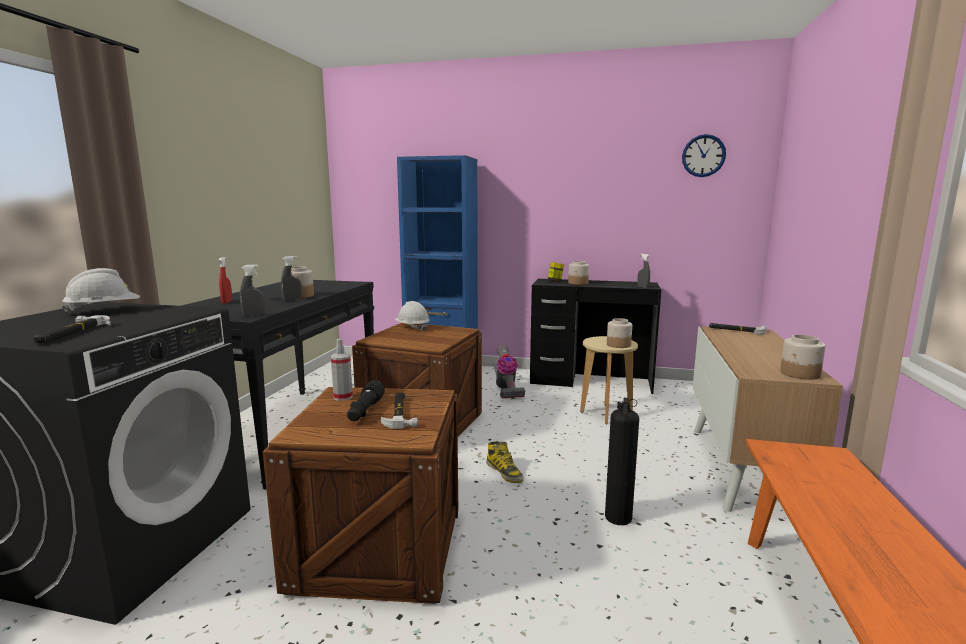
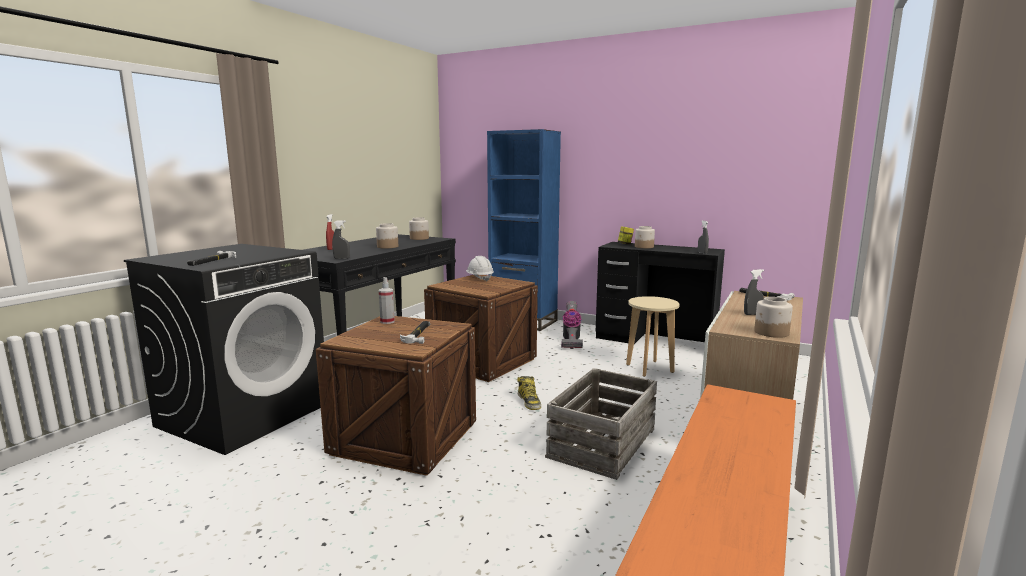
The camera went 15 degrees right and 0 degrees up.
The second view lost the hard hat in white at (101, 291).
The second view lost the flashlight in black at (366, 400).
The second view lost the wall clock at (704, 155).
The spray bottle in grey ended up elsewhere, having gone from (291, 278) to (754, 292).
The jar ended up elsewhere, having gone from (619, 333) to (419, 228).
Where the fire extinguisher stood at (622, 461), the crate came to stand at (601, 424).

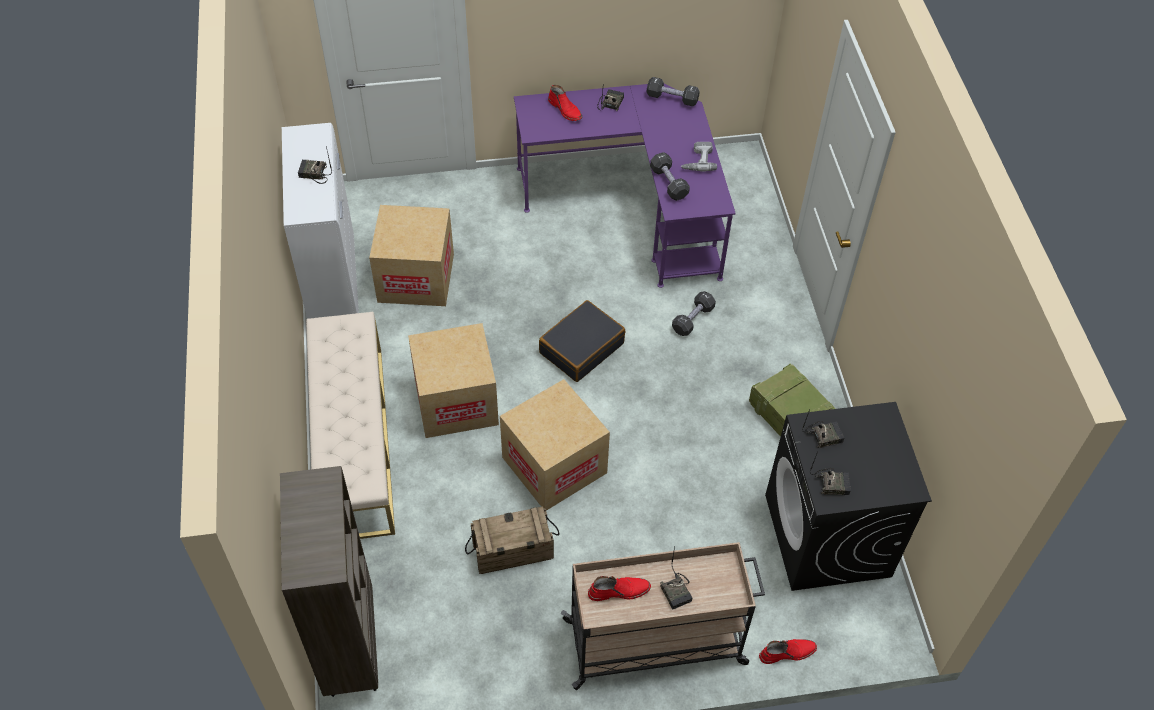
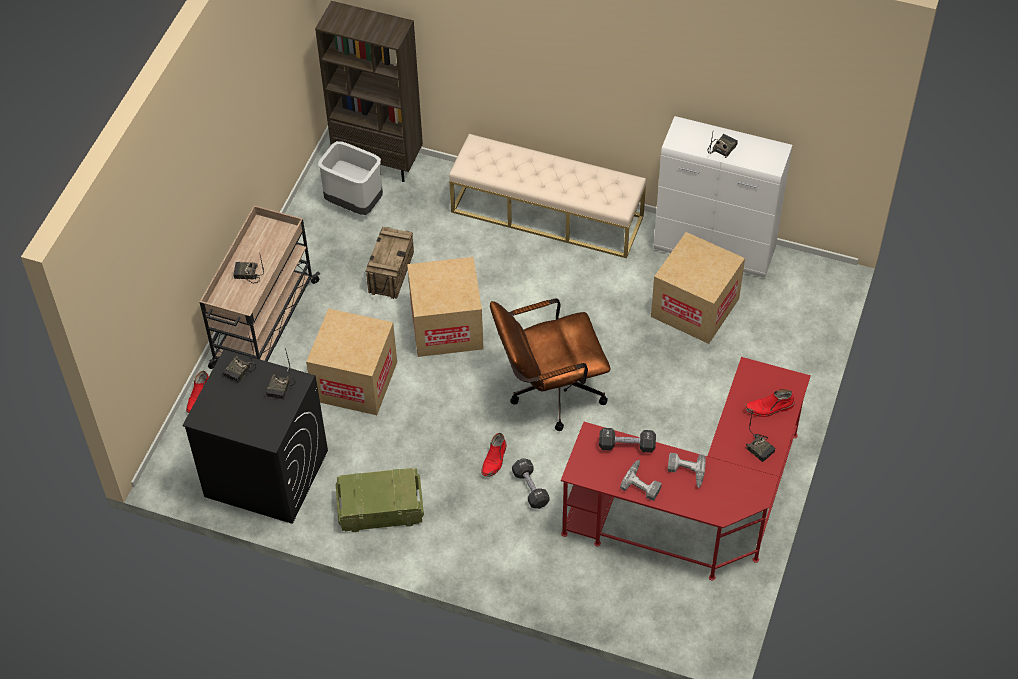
The camera went 120 degrees right and 0 degrees up.
The second view lost the dumbbell in black at (673, 91).
The second view gained the trash can in grey at (350, 178).
The second view gained the power drill at (687, 470).
The cardboard box ended up elsewhere, having gone from (453, 380) to (351, 361).
The boot in red ended up elsewhere, having gone from (619, 588) to (494, 455).
Where the suitcase in black stood at (582, 341), the office chair in brown came to stand at (550, 365).
What was the desk in purple at (625, 186) turned into the desk in red at (686, 469).

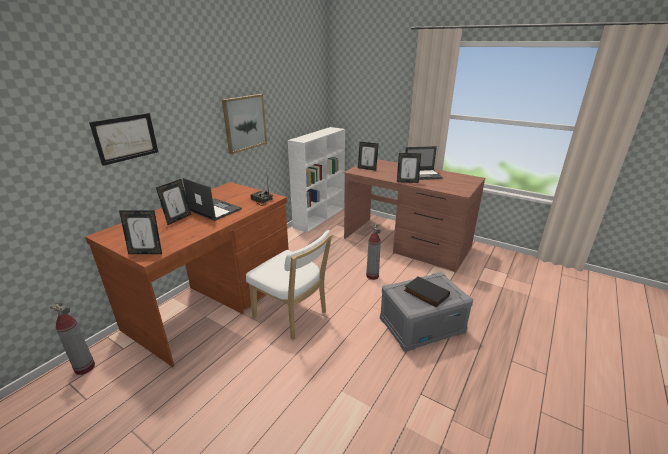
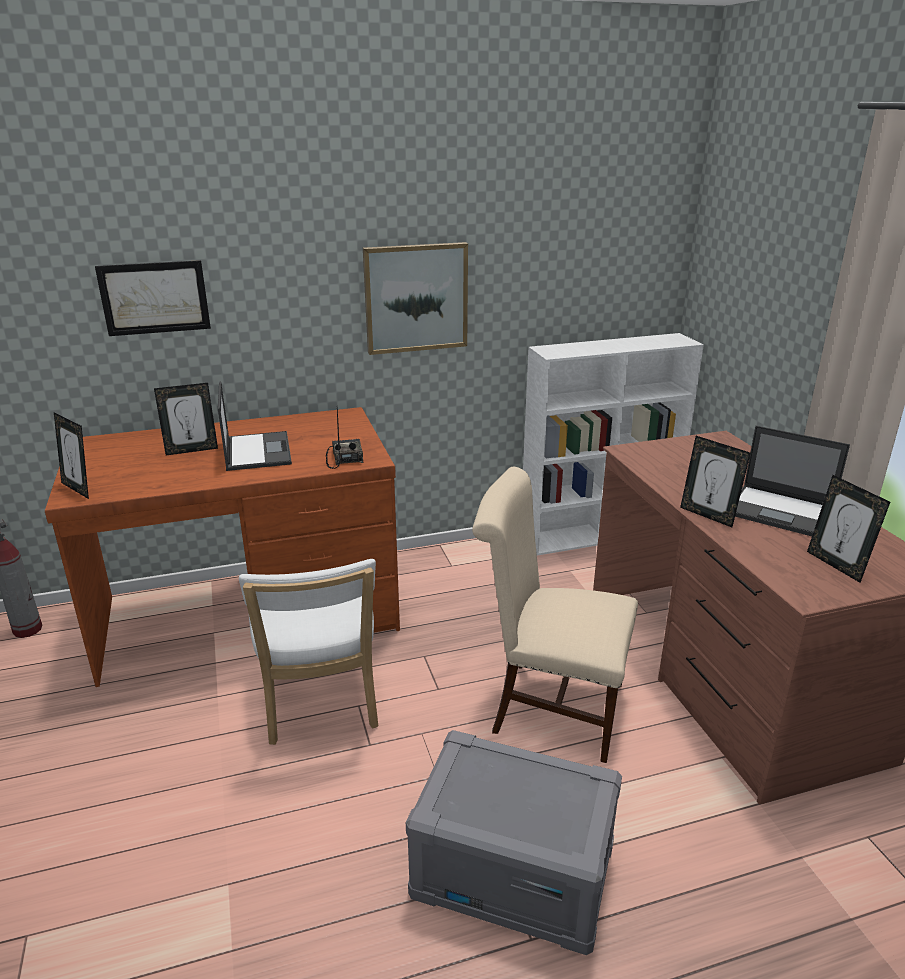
The camera went 40 degrees right and 0 degrees up.
The second view lost the book in black at (427, 291).
The picture frame ended up elsewhere, having gone from (368, 156) to (848, 529).
Where the fire extinguisher stood at (373, 251), the chair in beige came to stand at (555, 615).

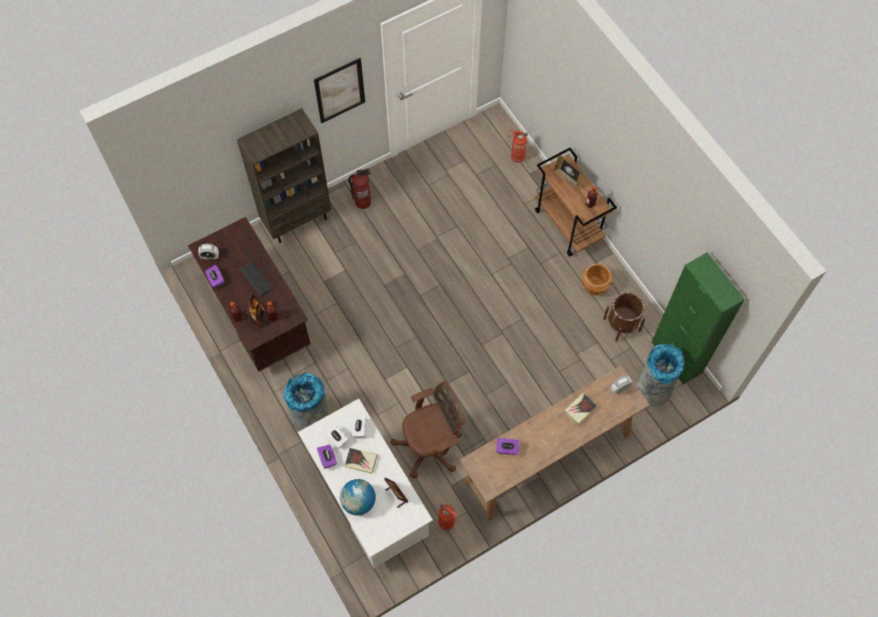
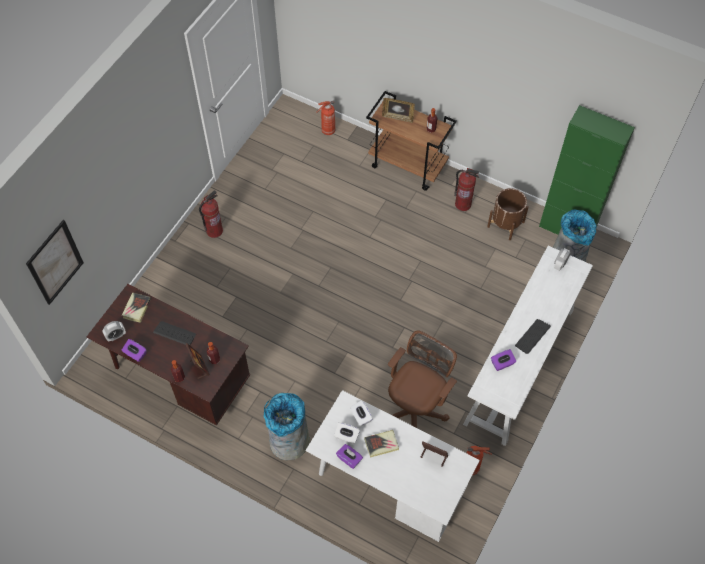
The camera went 30 degrees left and 5 degrees down.
The second view lost the bookcase in brown at (284, 175).
The second view lost the globe at (358, 497).
The second view gained the keyboard at (533, 336).
The picture ended up elsewhere, having gone from (339, 90) to (55, 262).
The book ended up elsewhere, having gone from (581, 409) to (136, 308).
Where the planter in brown stood at (597, 279), the fire extinguisher came to stand at (466, 189).
What was the console table in brown at (555, 443) turned into the console table in white at (528, 346).

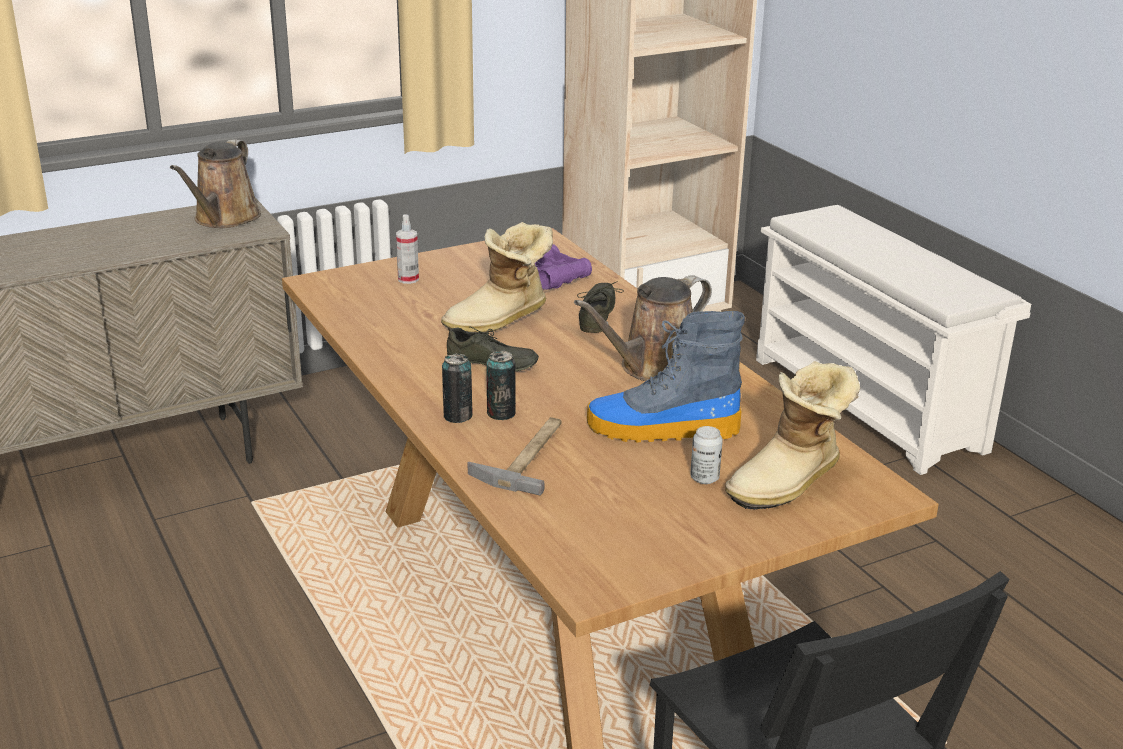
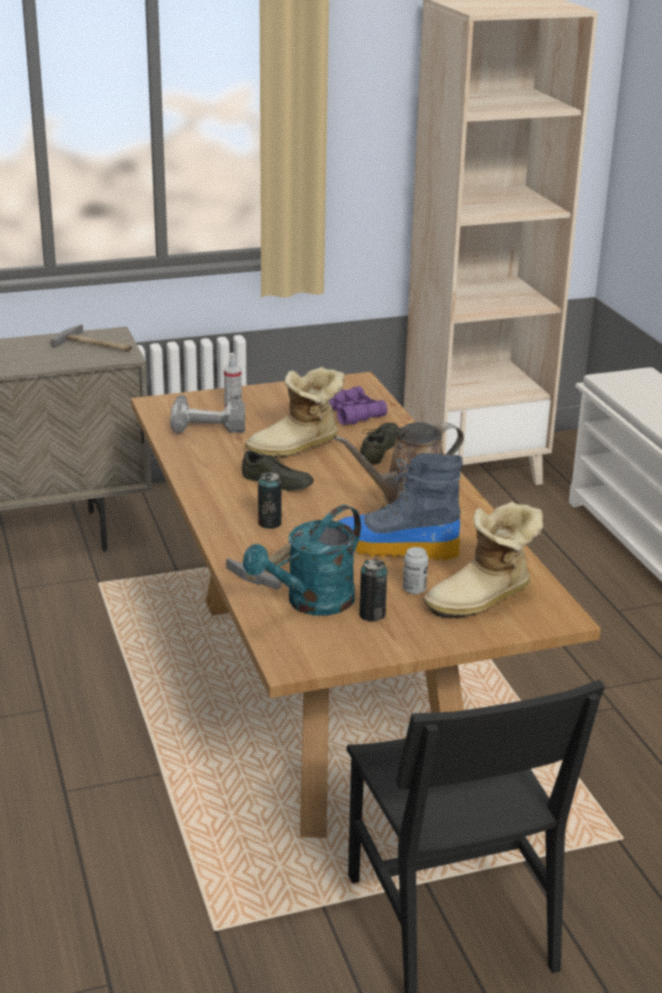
The camera went 10 degrees right and 0 degrees up.
The second view gained the power drill at (207, 414).
The second view gained the watering can in turquoise at (302, 560).
The can ended up elsewhere, having gone from (457, 388) to (373, 590).
Where the watering can in brown stood at (215, 183), the hammer came to stand at (91, 337).

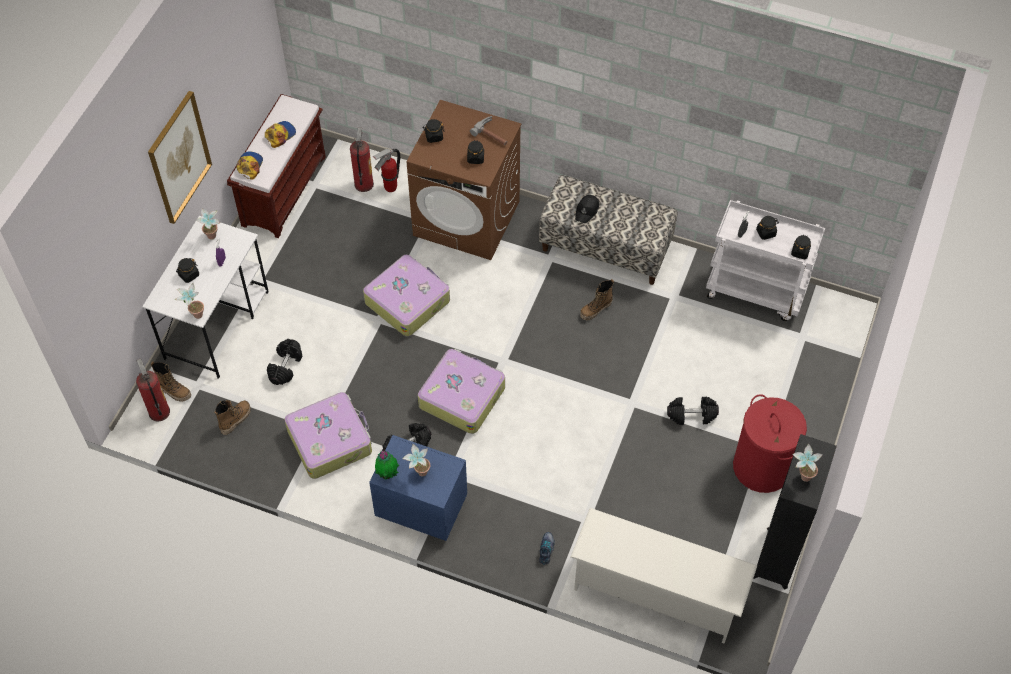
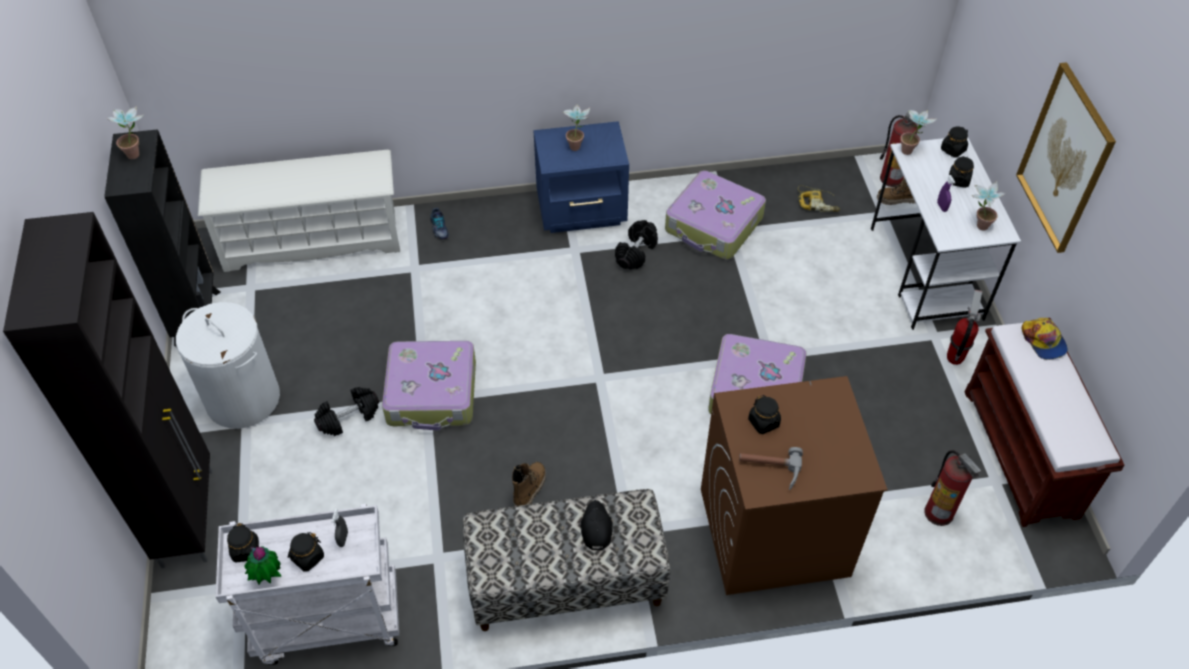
The camera went 150 degrees right and 5 degrees down.
The second view lost the cap at (280, 134).
The second view lost the dumbbell in black at (284, 362).
The second view gained the cabinet in black at (107, 390).
The fire extinguisher ended up elsewhere, having gone from (386, 170) to (964, 327).
The potted plant ended up elsewhere, having gone from (387, 465) to (263, 566).
The suitcase ended up elsewhere, having gone from (461, 391) to (429, 386).
The jar in black ended up elsewhere, having gone from (434, 131) to (954, 142).
Where the boot stood at (232, 417), the power drill came to stand at (819, 198).
What was the laundry basket in red at (770, 443) turned into the laundry basket in white at (228, 365).

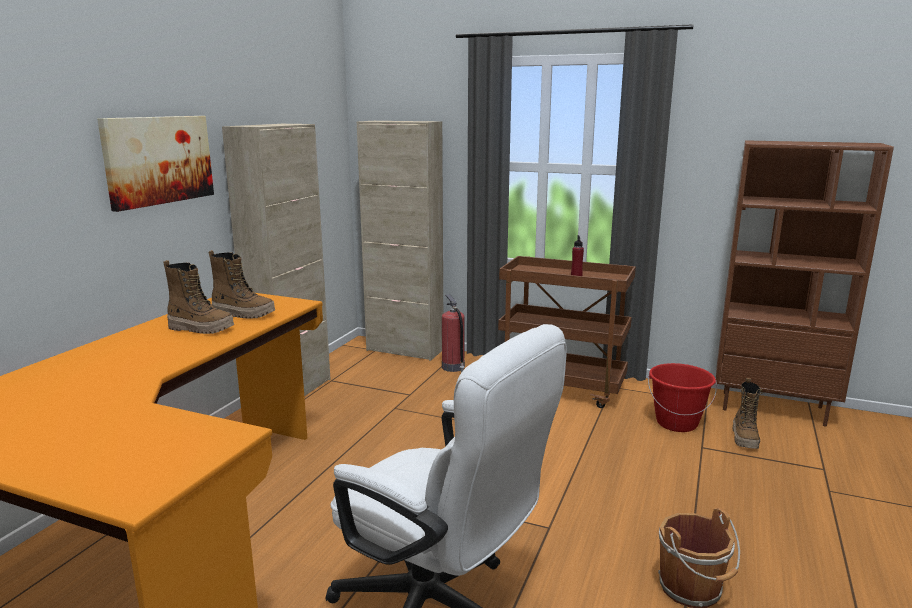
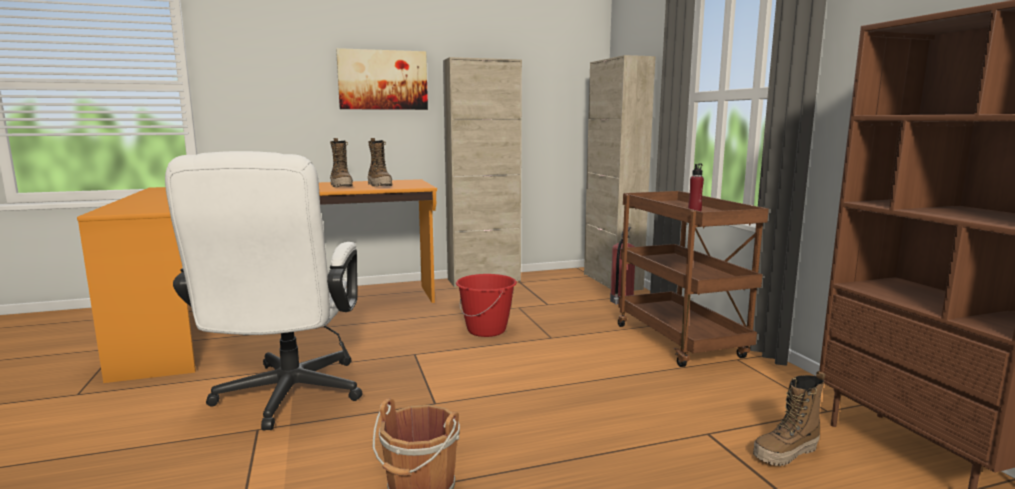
The camera went 50 degrees right and 5 degrees down.
The bucket in red ended up elsewhere, having gone from (682, 397) to (486, 305).

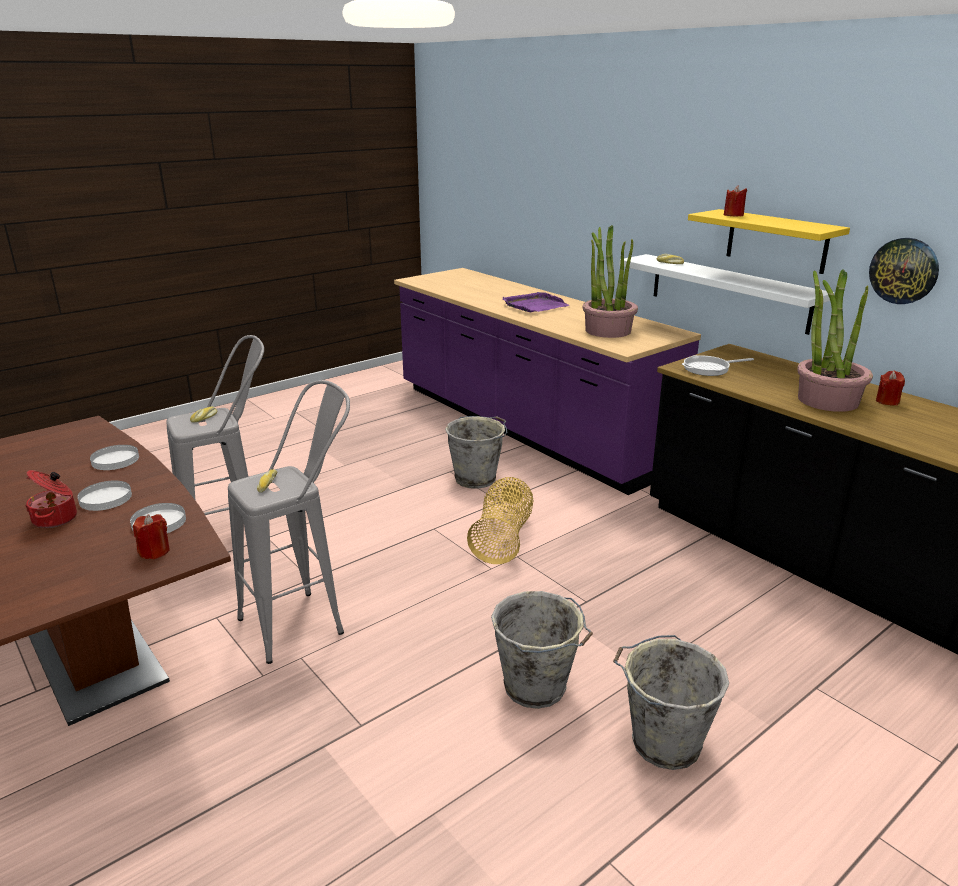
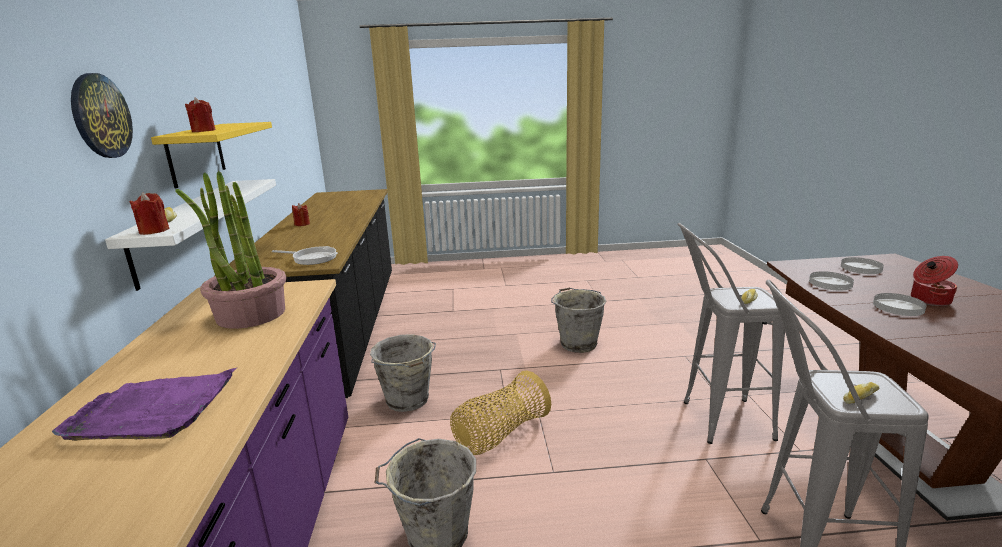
The camera went 145 degrees left and 5 degrees down.
The second view lost the potted plant at (835, 340).
The plate in white ended up elsewhere, having gone from (114, 457) to (862, 265).
The candle in red ended up elsewhere, having gone from (151, 536) to (149, 213).
The bucket in grey ended up elsewhere, having gone from (671, 702) to (403, 373).
The wall clock ended up elsewhere, having gone from (904, 271) to (102, 115).

